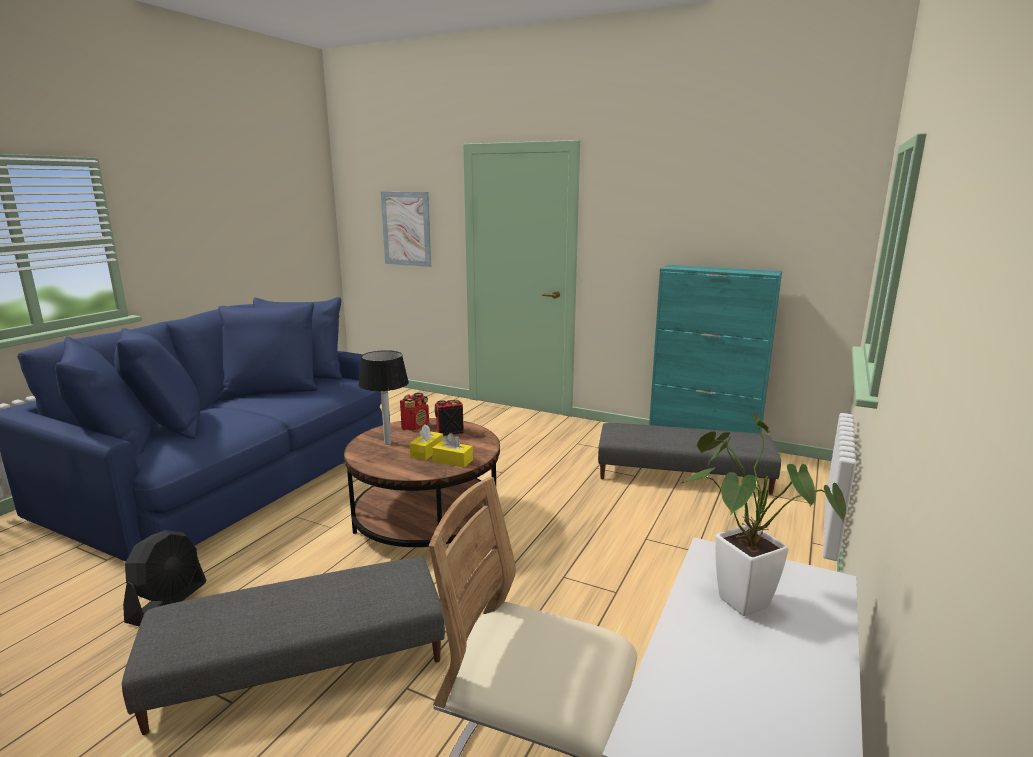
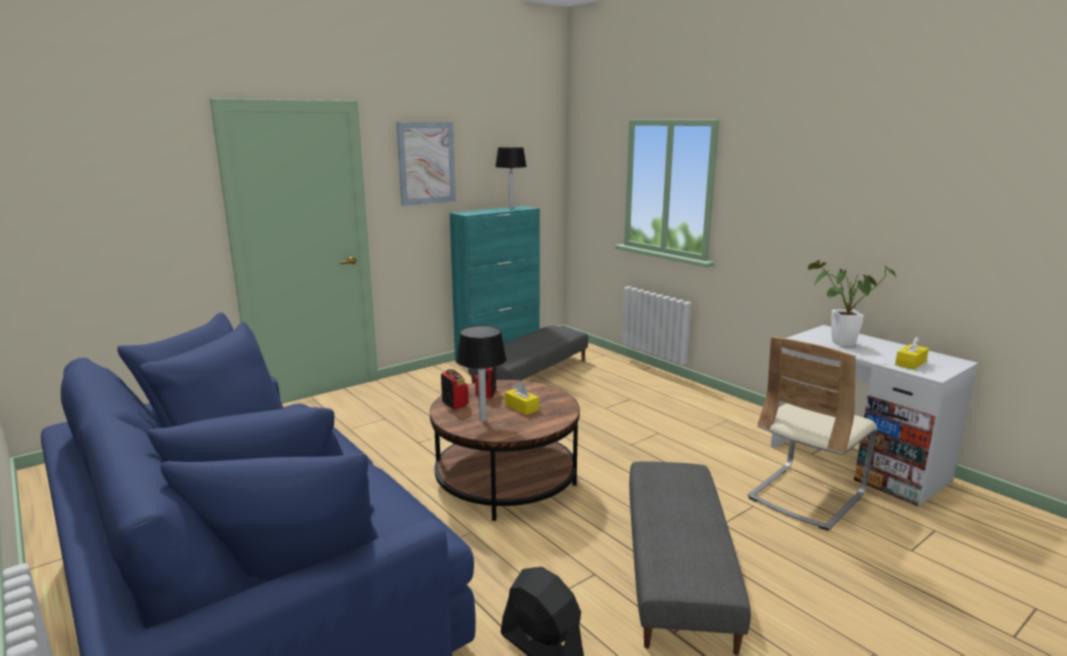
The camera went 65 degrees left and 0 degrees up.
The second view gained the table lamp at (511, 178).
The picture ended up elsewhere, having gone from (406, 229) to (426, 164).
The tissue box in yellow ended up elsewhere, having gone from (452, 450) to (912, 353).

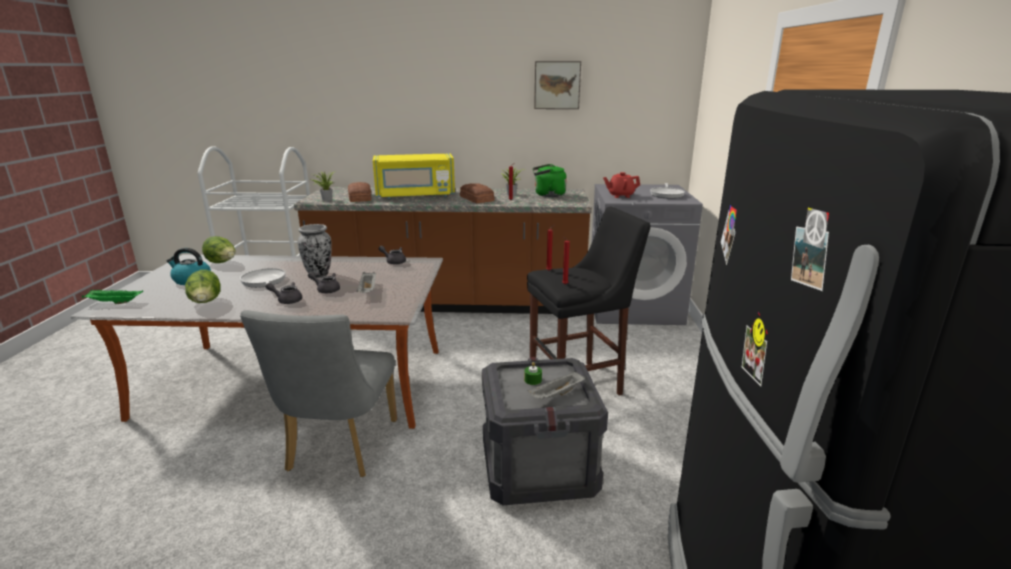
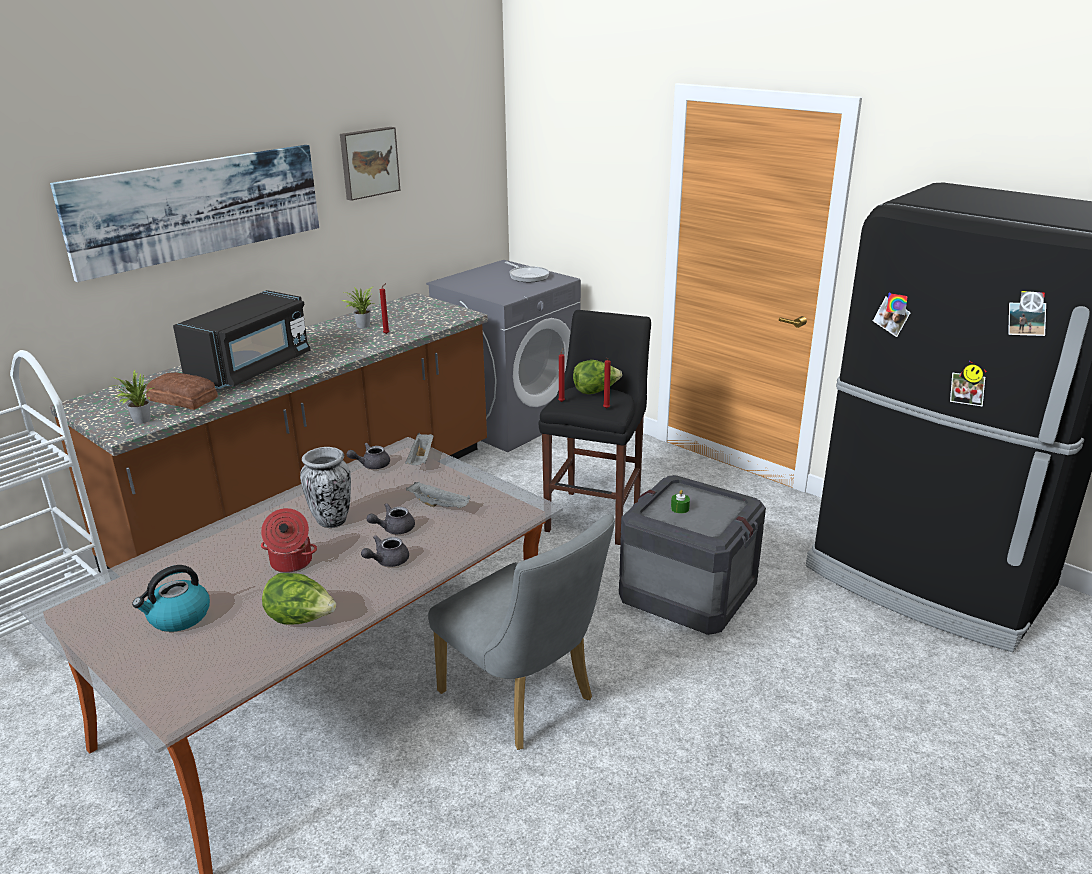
The camera went 50 degrees left and 5 degrees up.
The second view lost the tray in green at (112, 297).
The second view lost the bread at (477, 193).
The second view lost the kettle in green at (550, 180).
The second view lost the teapot in red at (621, 185).
The second view gained the picture at (184, 213).
The lettuce ended up elsewhere, having gone from (218, 249) to (597, 377).
The tray in grey ended up elsewhere, having gone from (556, 385) to (419, 449).
Where the frying pan stood at (263, 278), the cooking pot came to stand at (289, 540).
What was the microwave in yellow at (414, 176) turned into the microwave in black at (241, 339).

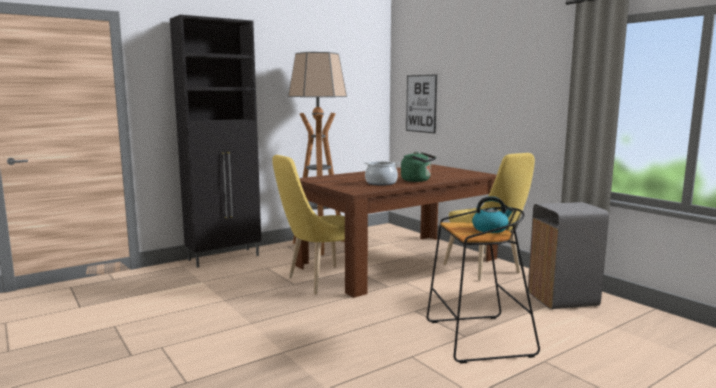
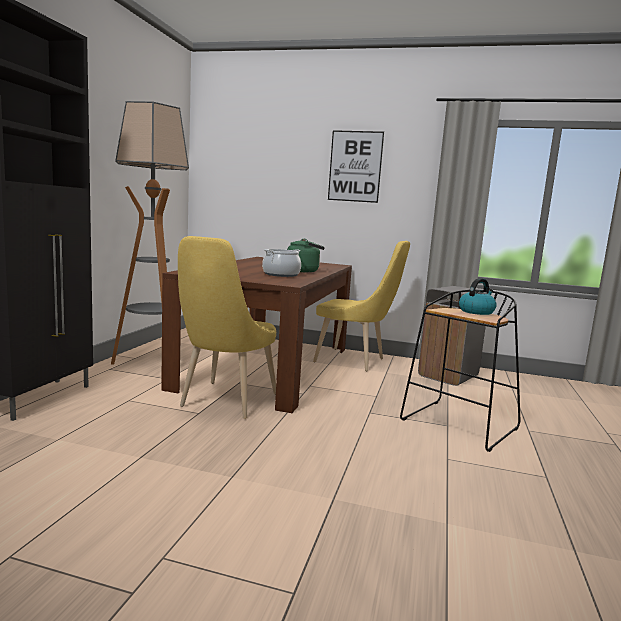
The camera went 40 degrees left and 0 degrees up.
The picture ended up elsewhere, having gone from (421, 103) to (356, 166).

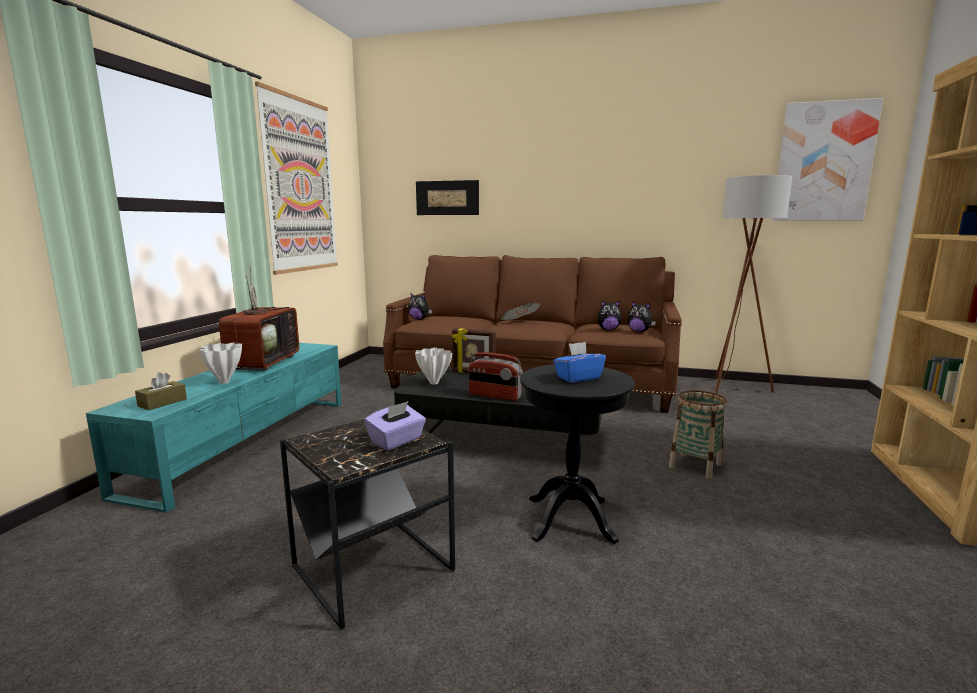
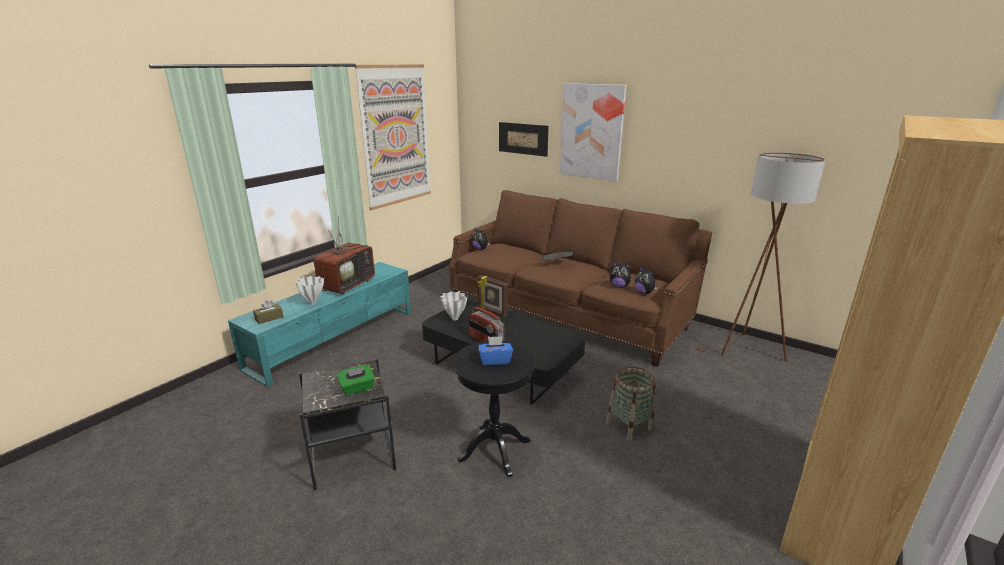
The camera went 20 degrees right and 10 degrees up.
The picture ended up elsewhere, having gone from (827, 159) to (593, 132).
What was the tissue box in purple at (395, 425) turned into the tissue box in green at (356, 380).

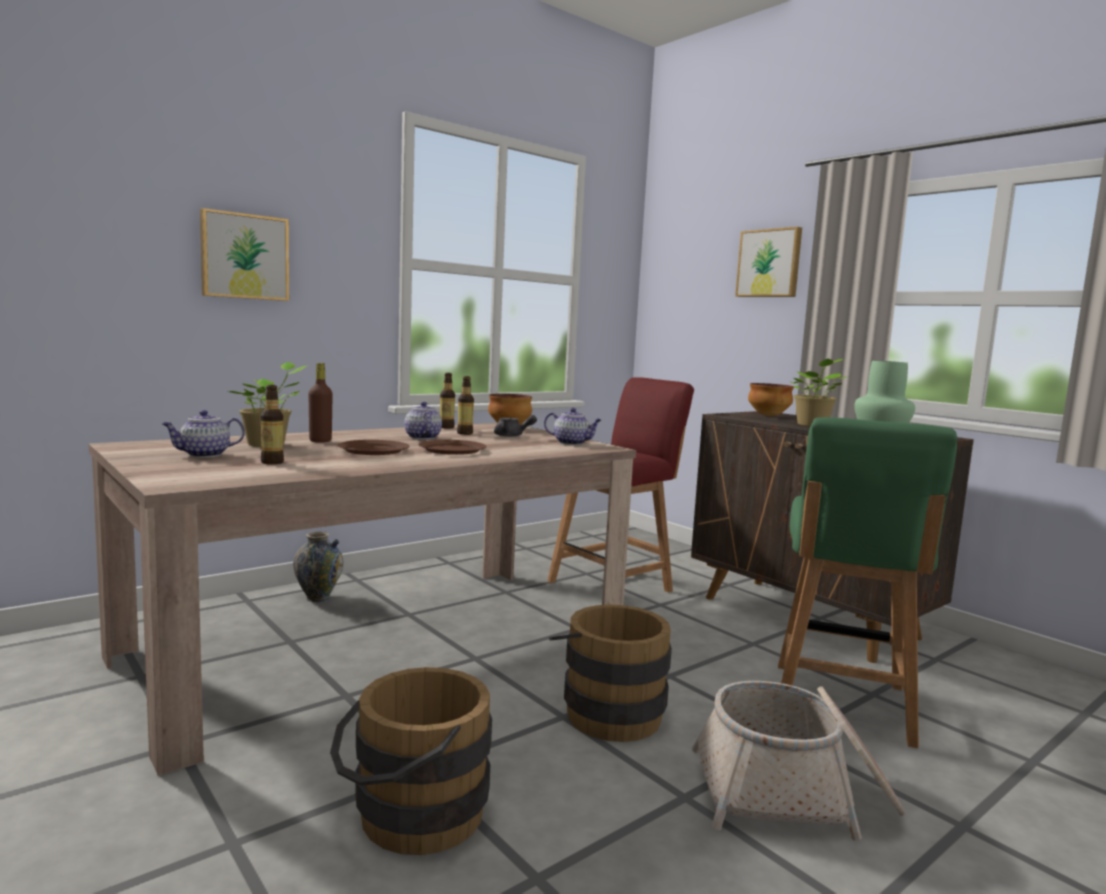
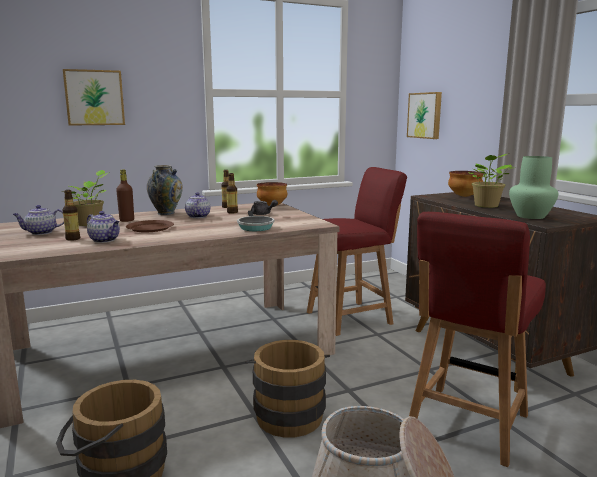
The camera went 15 degrees right and 5 degrees up.
The second view lost the plate in brown at (452, 447).
The second view gained the frying pan at (255, 221).
The vase ended up elsewhere, having gone from (318, 566) to (165, 190).
The teapot ended up elsewhere, having gone from (572, 426) to (103, 227).
The picture ended up elsewhere, having gone from (768, 262) to (424, 115).
What was the chair in green at (867, 582) turned into the chair in red at (477, 339).

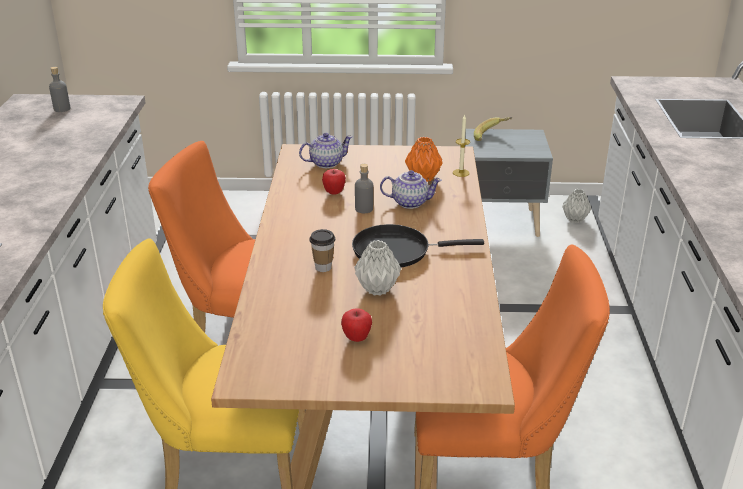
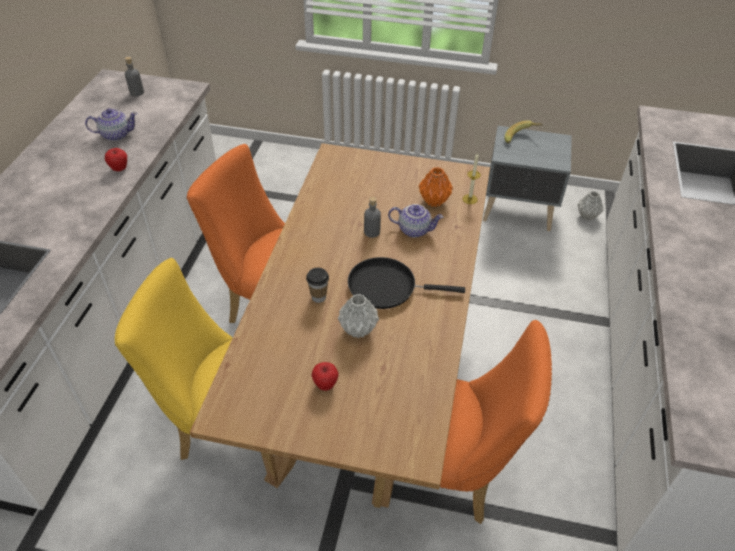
The camera went 10 degrees right and 15 degrees up.
The teapot ended up elsewhere, having gone from (326, 150) to (111, 124).
The apple ended up elsewhere, having gone from (334, 182) to (116, 159).

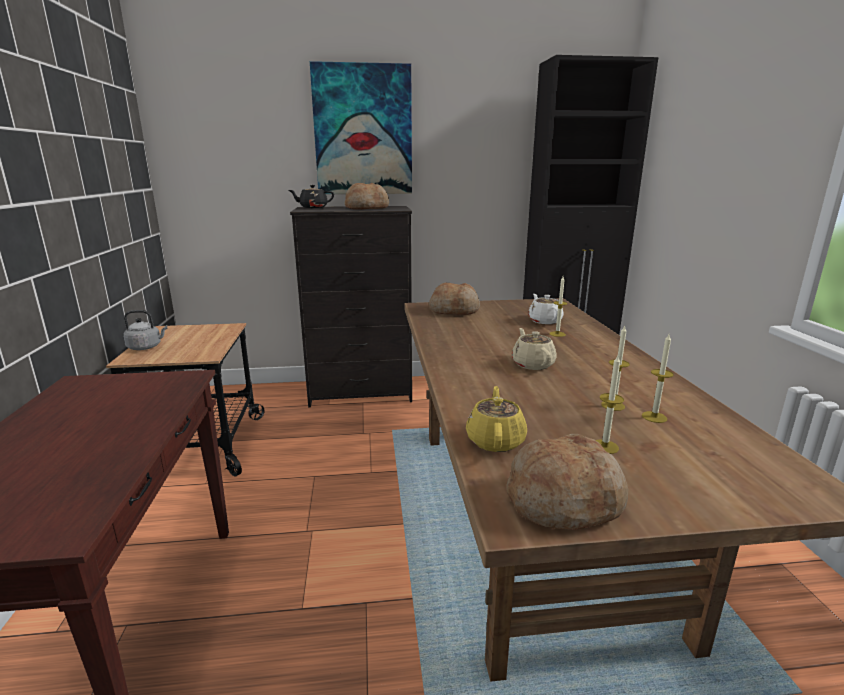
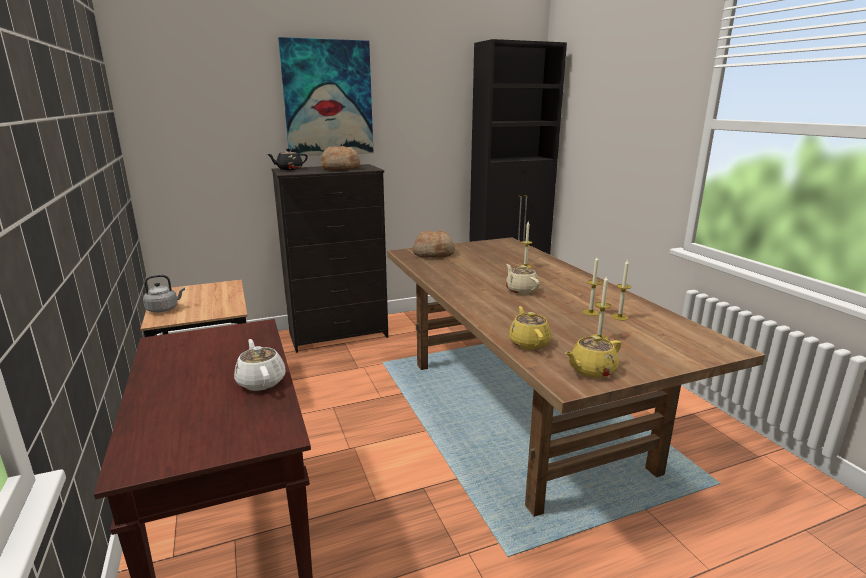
The camera went 15 degrees left and 0 degrees up.
The teapot in white ended up elsewhere, having gone from (545, 309) to (260, 365).
Where the bread stood at (567, 482), the teapot in yellow came to stand at (593, 357).

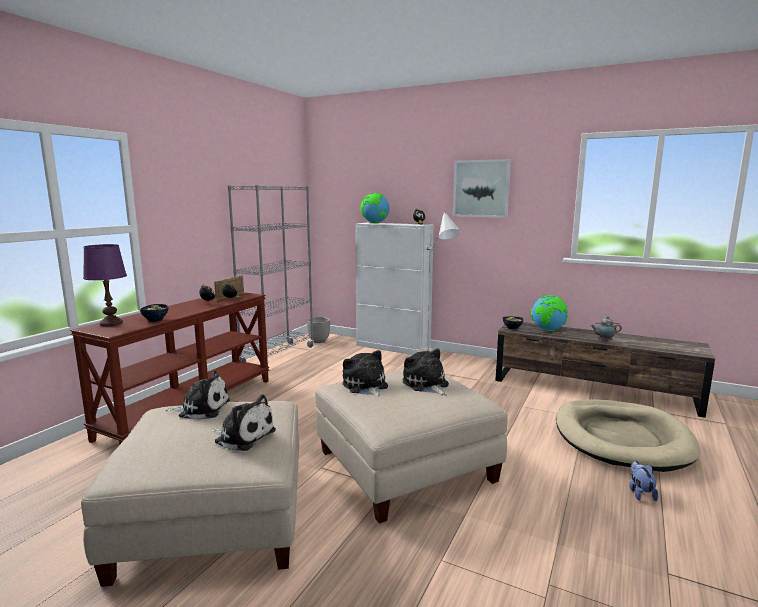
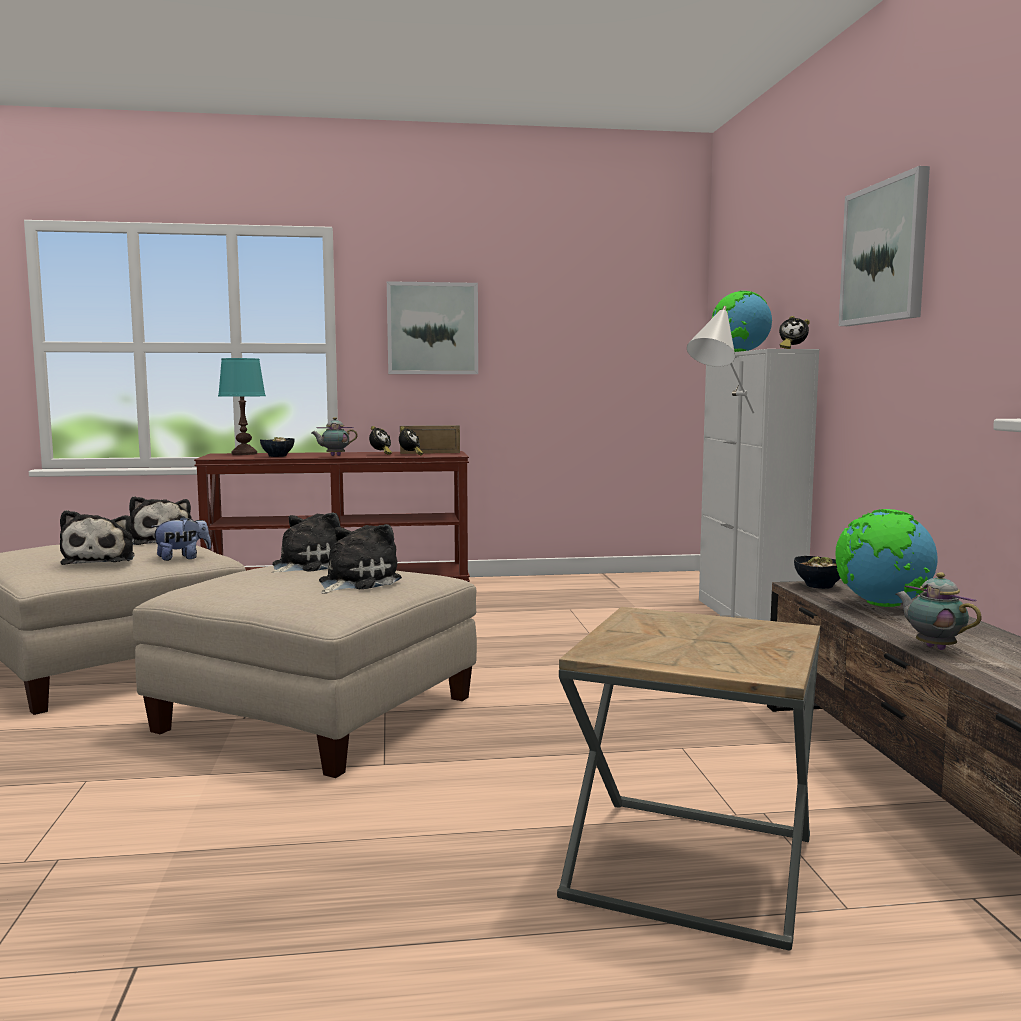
The camera went 55 degrees right and 5 degrees down.
The second view lost the bookcase in grey at (271, 274).
The second view lost the planter at (318, 330).
The second view gained the teapot at (335, 436).
The second view gained the picture at (432, 327).
The plush toy ended up elsewhere, having gone from (644, 481) to (181, 538).
Where the dog bed in beige stood at (628, 436), the side table in brown came to stand at (688, 779).
What was the table lamp in purple at (105, 285) turned into the table lamp in turquoise at (242, 406).

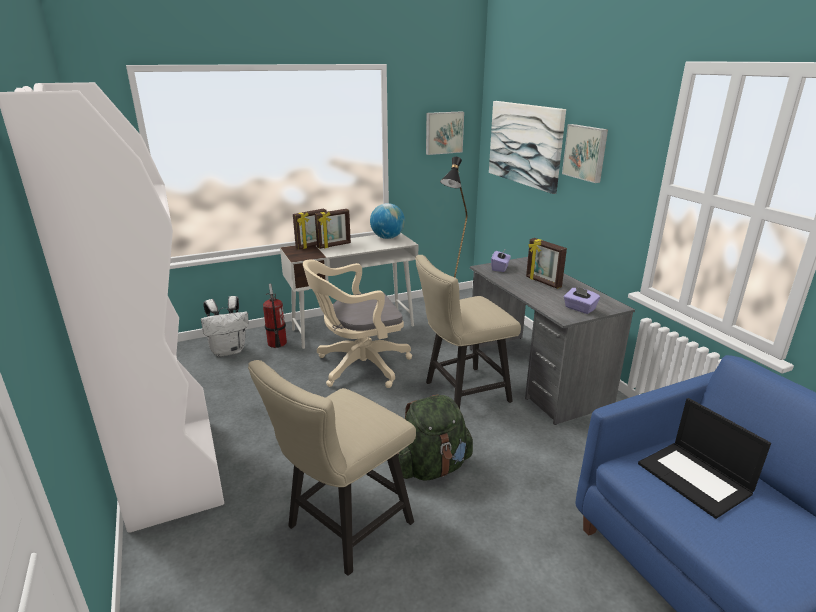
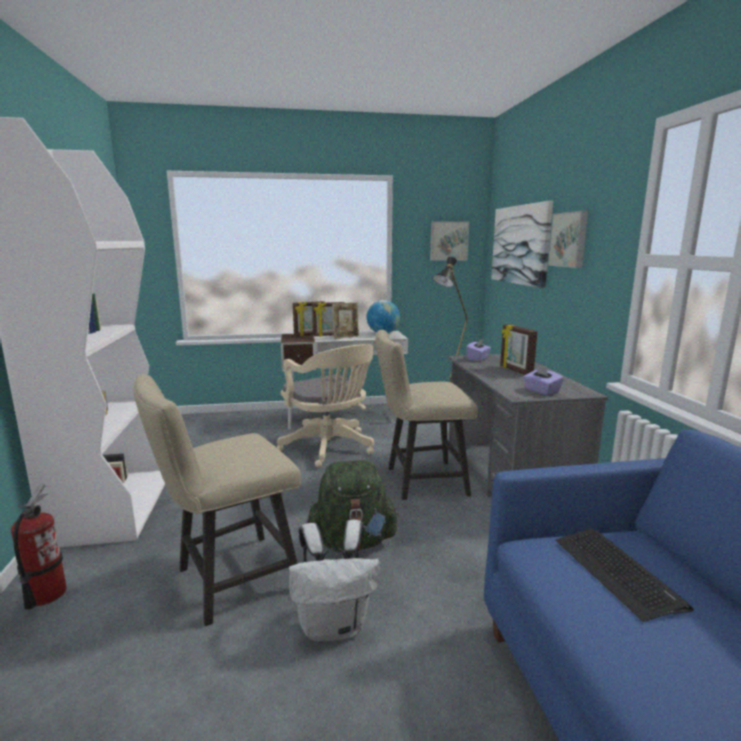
The camera went 15 degrees right and 10 degrees down.
The second view gained the picture frame at (345, 320).
The backpack in white ended up elsewhere, having gone from (225, 326) to (334, 581).
The fire extinguisher ended up elsewhere, having gone from (275, 316) to (39, 547).
Where the laptop stood at (704, 458), the keyboard came to stand at (625, 575).
The office chair in beige at (357, 324) ended up facing another way, 120 degrees counterclockwise from before.

